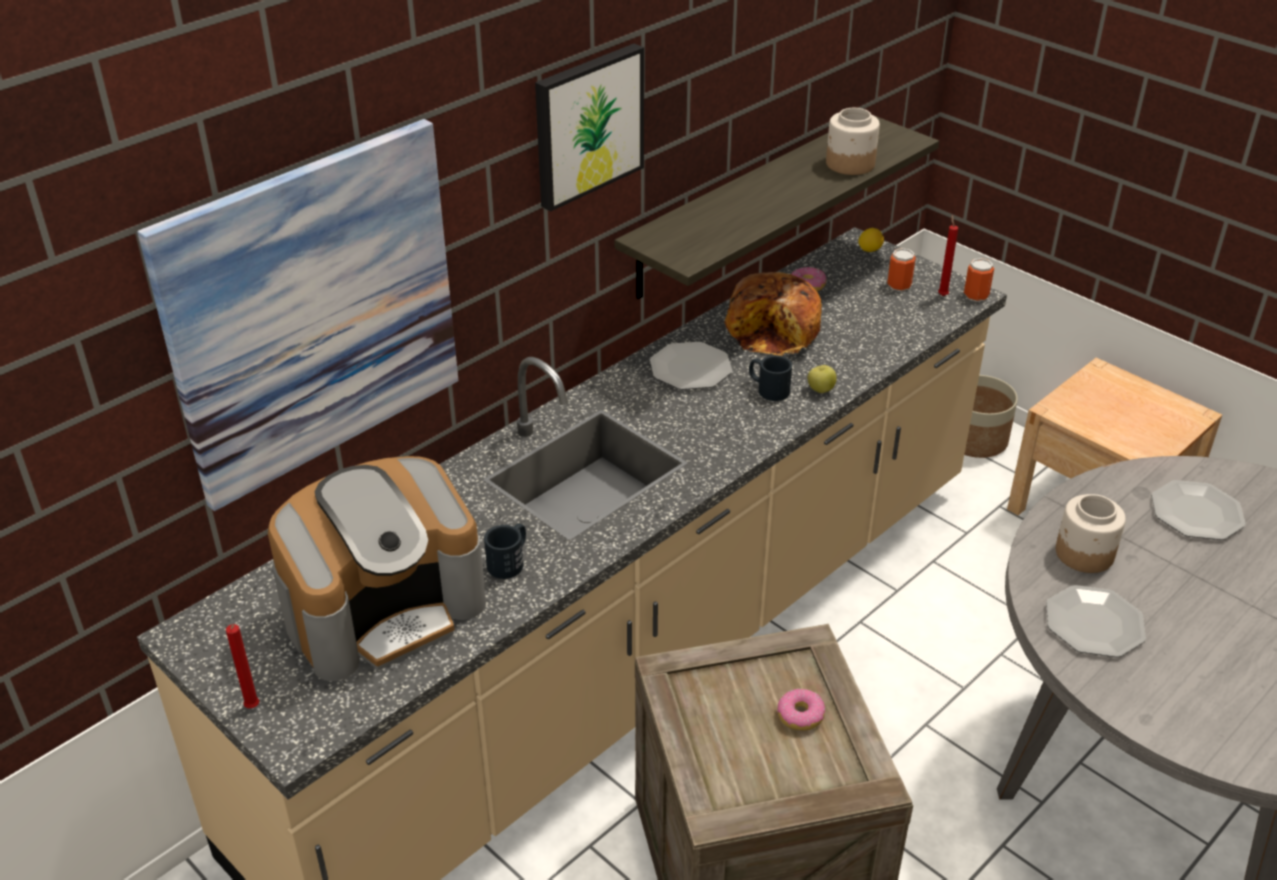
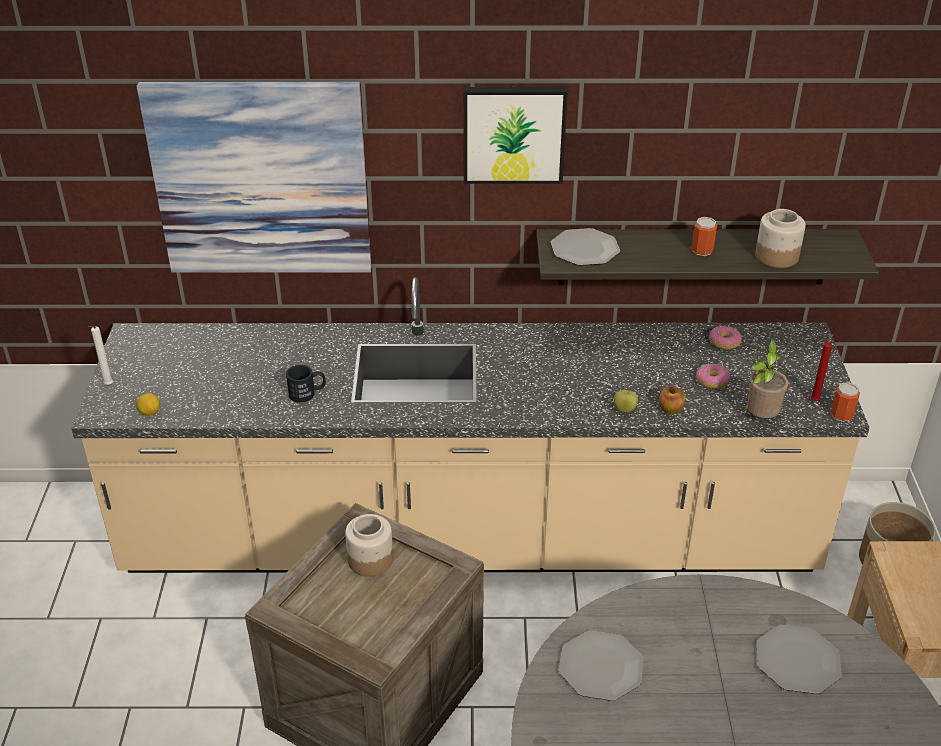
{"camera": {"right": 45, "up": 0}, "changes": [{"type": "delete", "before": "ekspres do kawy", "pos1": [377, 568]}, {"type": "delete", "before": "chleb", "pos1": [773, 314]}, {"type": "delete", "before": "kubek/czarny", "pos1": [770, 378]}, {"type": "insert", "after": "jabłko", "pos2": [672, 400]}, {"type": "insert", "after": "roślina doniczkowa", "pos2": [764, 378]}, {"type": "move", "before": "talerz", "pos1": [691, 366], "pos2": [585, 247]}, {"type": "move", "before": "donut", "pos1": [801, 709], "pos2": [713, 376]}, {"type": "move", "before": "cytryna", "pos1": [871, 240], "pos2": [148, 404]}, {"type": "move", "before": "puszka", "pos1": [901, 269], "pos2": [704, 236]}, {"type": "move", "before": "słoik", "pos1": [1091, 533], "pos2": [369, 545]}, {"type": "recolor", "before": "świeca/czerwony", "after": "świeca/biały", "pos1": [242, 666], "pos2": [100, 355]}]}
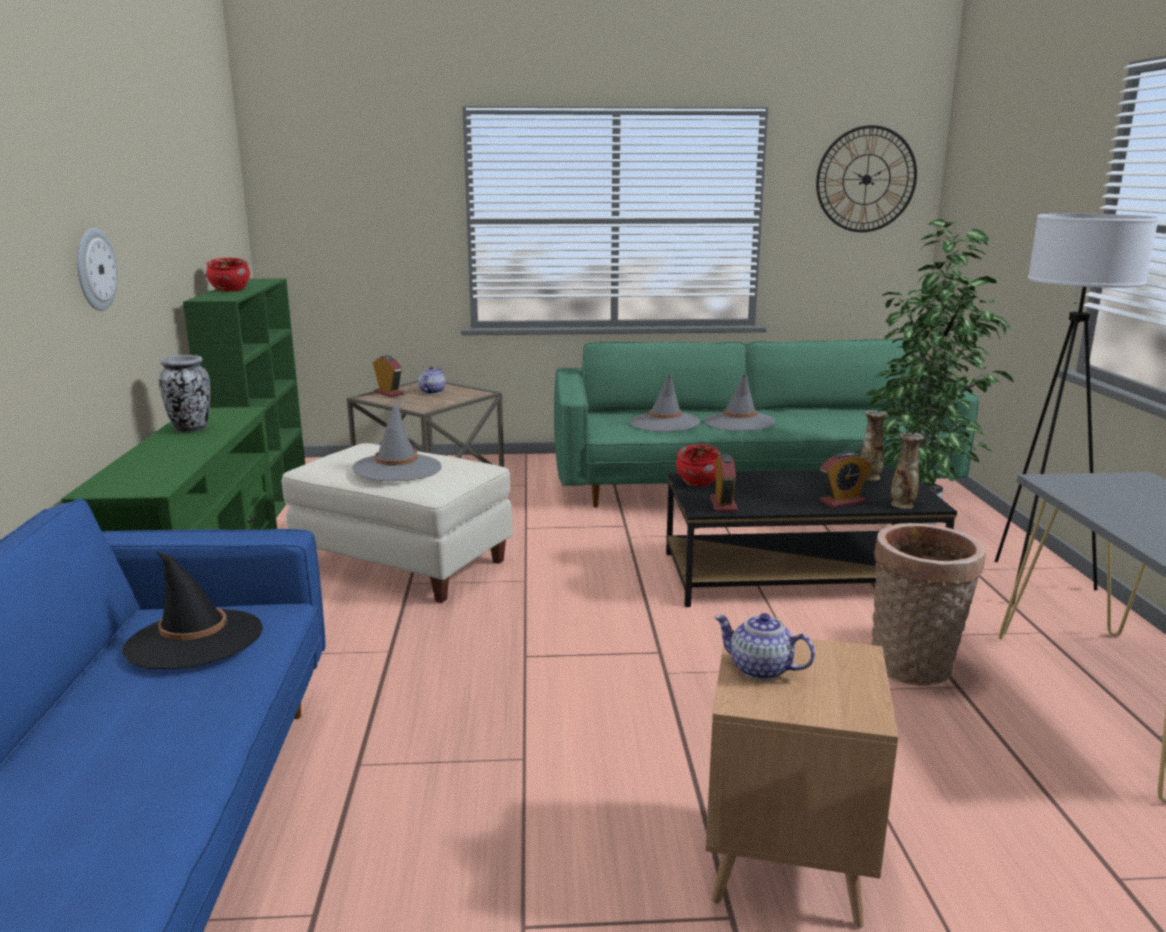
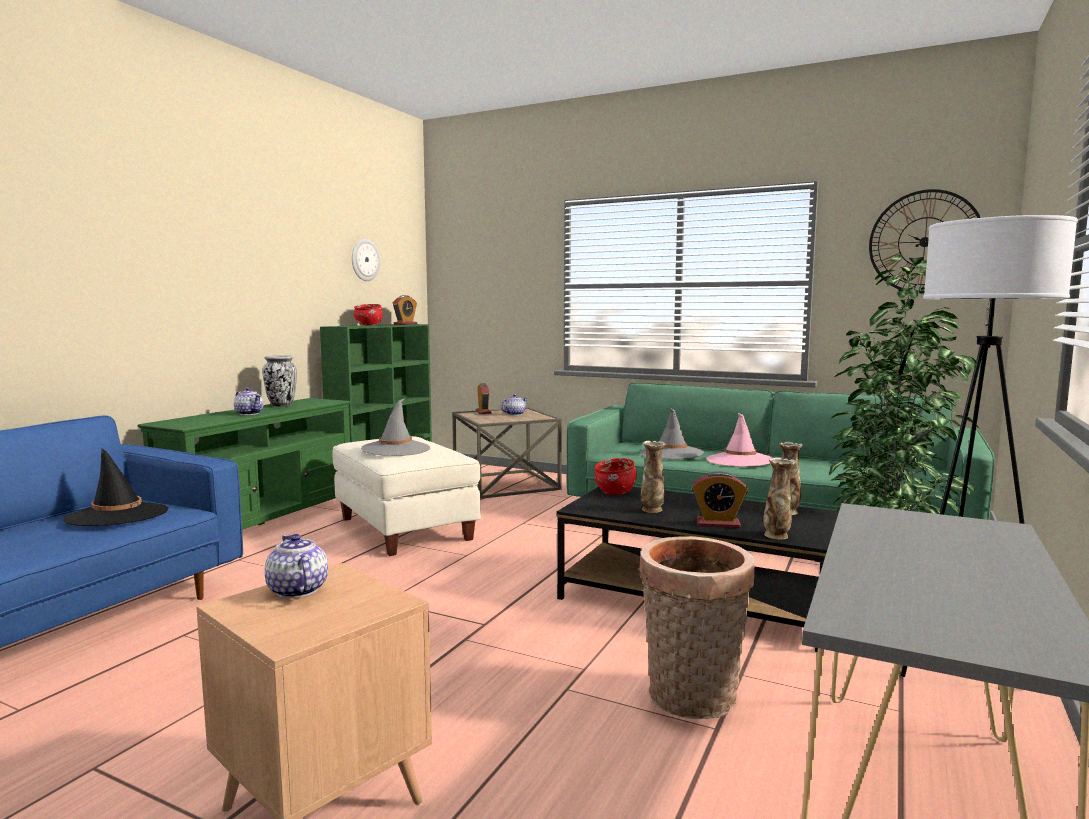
{"camera": {"right": 30, "up": -10}, "changes": [{"type": "insert", "after": "imbryk", "pos2": [248, 401]}, {"type": "insert", "after": "wazon", "pos2": [653, 477]}, {"type": "move", "before": "zegar ścienny", "pos1": [97, 269], "pos2": [366, 260]}, {"type": "move", "before": "budzik", "pos1": [724, 483], "pos2": [405, 310]}, {"type": "recolor", "before": "kapelusz/szary", "after": "kapelusz/różowy", "pos1": [740, 402], "pos2": [739, 440]}]}
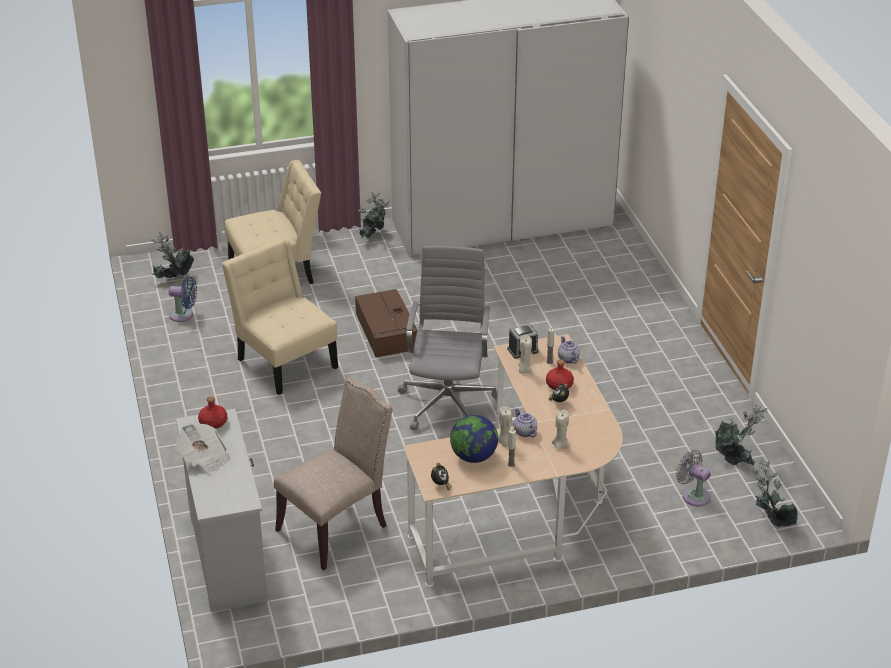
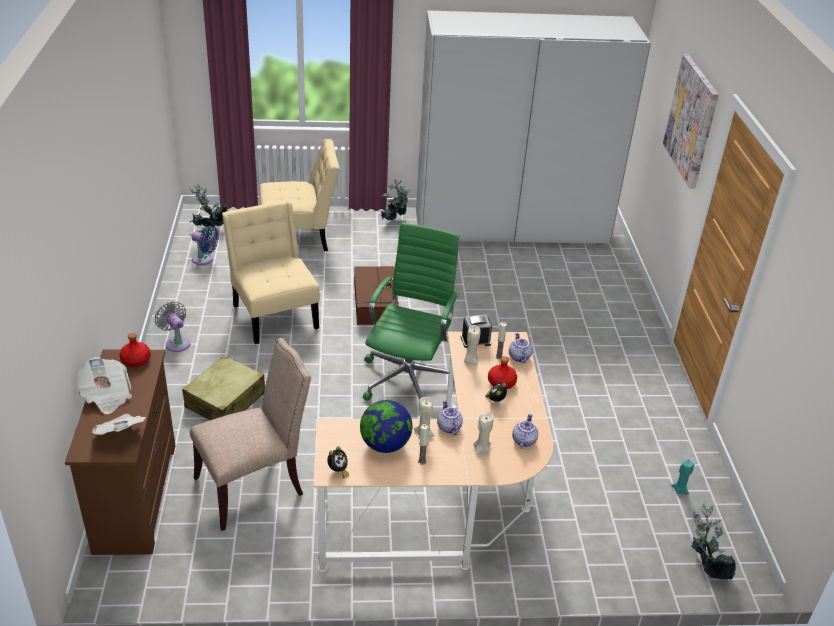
{"camera": {"right": 10, "up": 0}, "changes": [{"type": "insert", "after": "gazeta", "pos2": [119, 424]}, {"type": "insert", "after": "walizka/beżowy", "pos2": [223, 387]}, {"type": "insert", "after": "imbryk", "pos2": [525, 431]}, {"type": "insert", "after": "obraz", "pos2": [691, 121]}, {"type": "move", "before": "wentylator/szary", "pos1": [693, 478], "pos2": [173, 326]}, {"type": "replace", "before": "roślina doniczkowa", "after": "świeca/turkusowy", "pos1": [741, 435], "pos2": [682, 477]}, {"type": "recolor", "before": "komoda/biały", "after": "komoda/brązowy", "pos1": [222, 510], "pos2": [120, 452]}, {"type": "recolor", "before": "krzesło biurowe/szary", "after": "krzesło biurowe/zielony", "pos1": [448, 338], "pos2": [411, 312]}]}
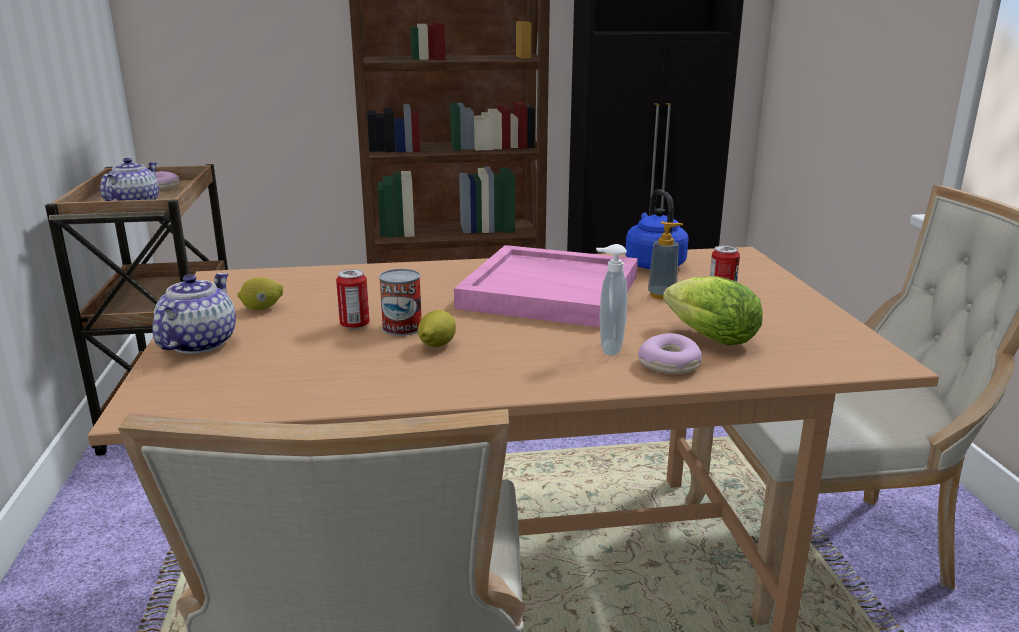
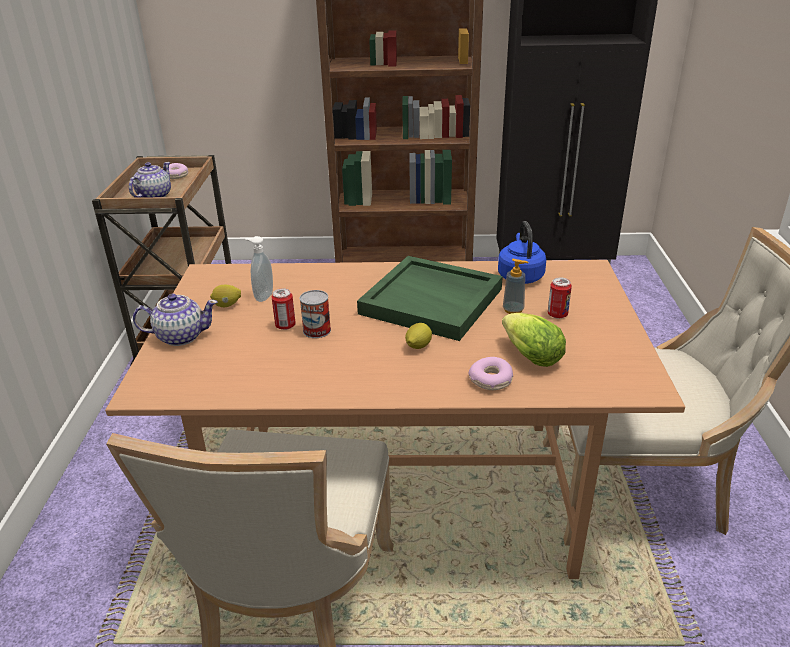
{"camera": {"right": 10, "up": 10}, "changes": [{"type": "move", "before": "cytryna", "pos1": [437, 328], "pos2": [418, 336]}, {"type": "move", "before": "dozownik mydła", "pos1": [611, 300], "pos2": [259, 269]}, {"type": "recolor", "before": "taca/różowy", "after": "taca/zielony", "pos1": [546, 286], "pos2": [430, 298]}, {"type": "rotate", "before": "imbryk", "pos1": [194, 313], "pos2": [175, 320], "turn": 60}]}
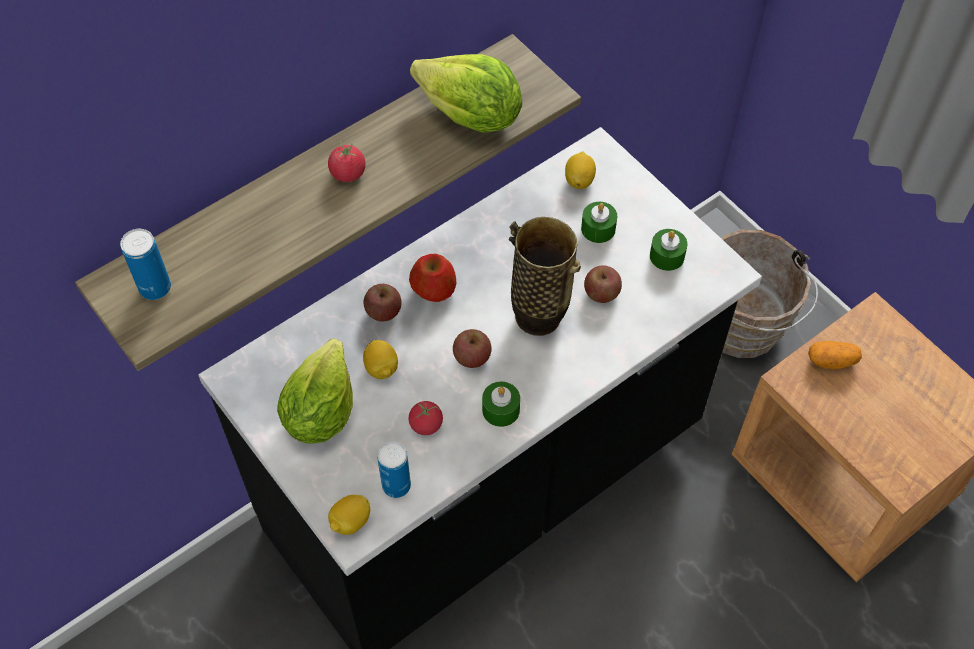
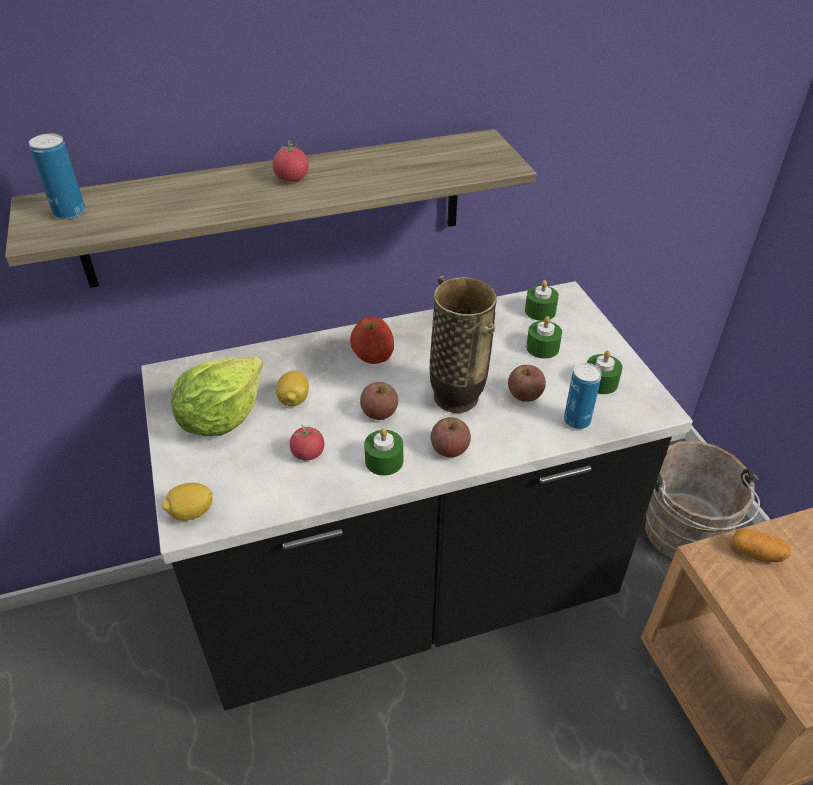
{"camera": {"right": 20, "up": -15}, "changes": [{"type": "delete", "before": "sałata", "pos1": [466, 93]}, {"type": "move", "before": "jabłko", "pos1": [383, 302], "pos2": [451, 437]}, {"type": "move", "before": "puszka", "pos1": [394, 469], "pos2": [583, 396]}, {"type": "replace", "before": "cytryna", "after": "świeca/zielony", "pos1": [580, 170], "pos2": [542, 300]}]}
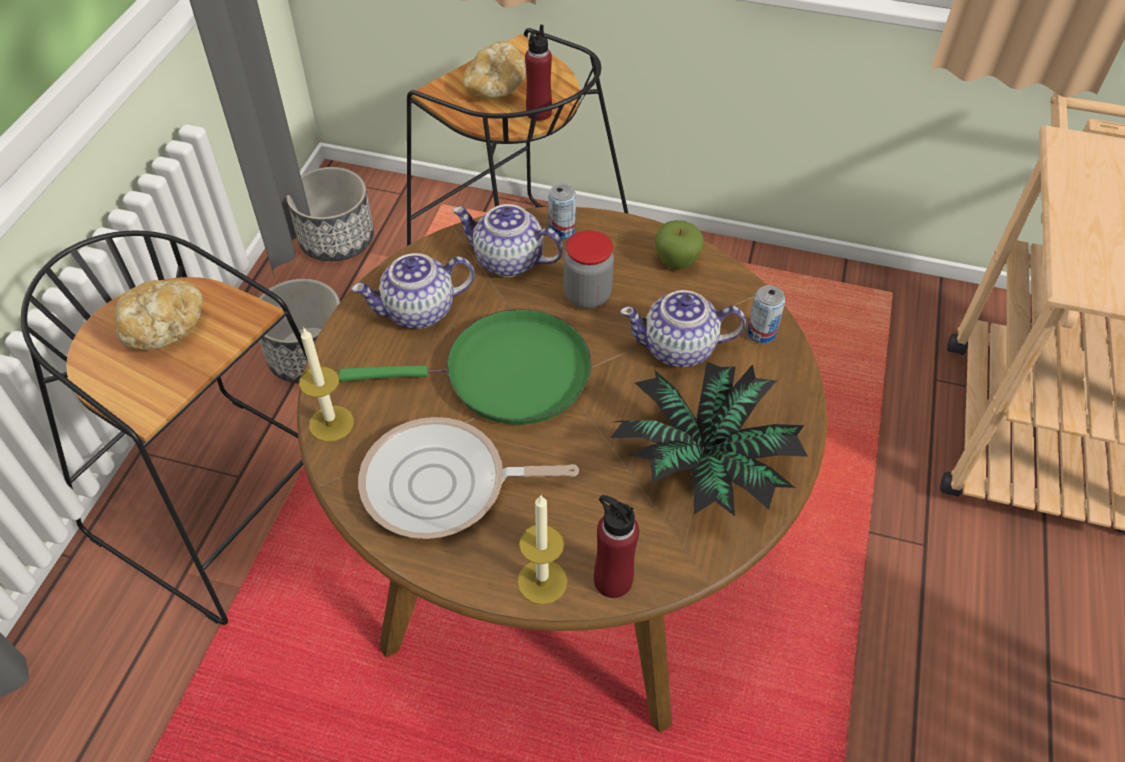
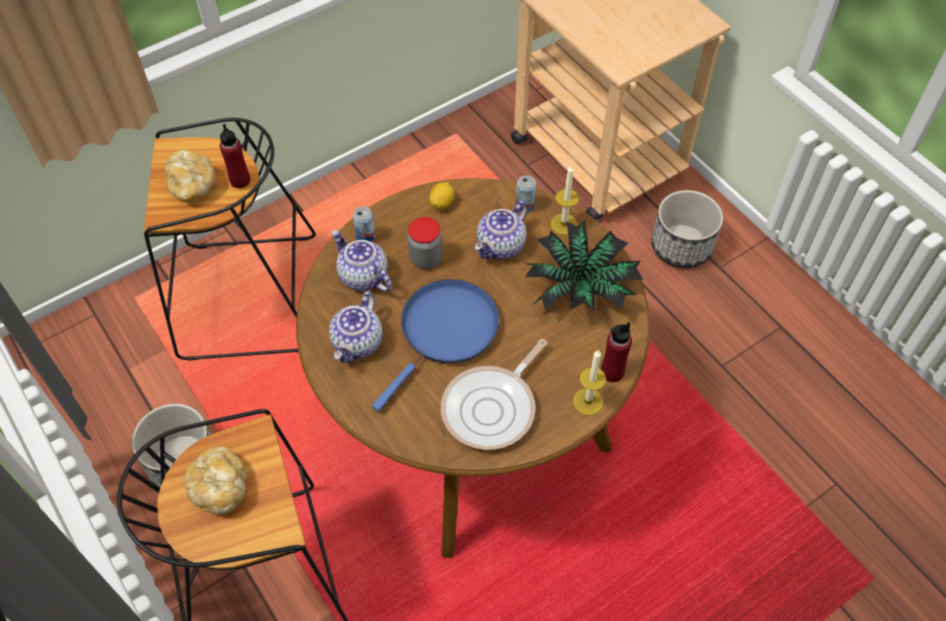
{"camera": {"right": -50, "up": 5}, "changes": [{"type": "move", "before": "donica", "pos1": [330, 214], "pos2": [687, 229]}, {"type": "move", "before": "świeca", "pos1": [326, 384], "pos2": [564, 200]}, {"type": "replace", "before": "jabłko", "after": "cytryna", "pos1": [679, 244], "pos2": [442, 196]}, {"type": "recolor", "before": "patelnia/zielony", "after": "patelnia/niebieski", "pos1": [465, 367], "pos2": [435, 345]}, {"type": "rotate", "before": "imbryk", "pos1": [508, 240], "pos2": [362, 261], "turn": 75}]}
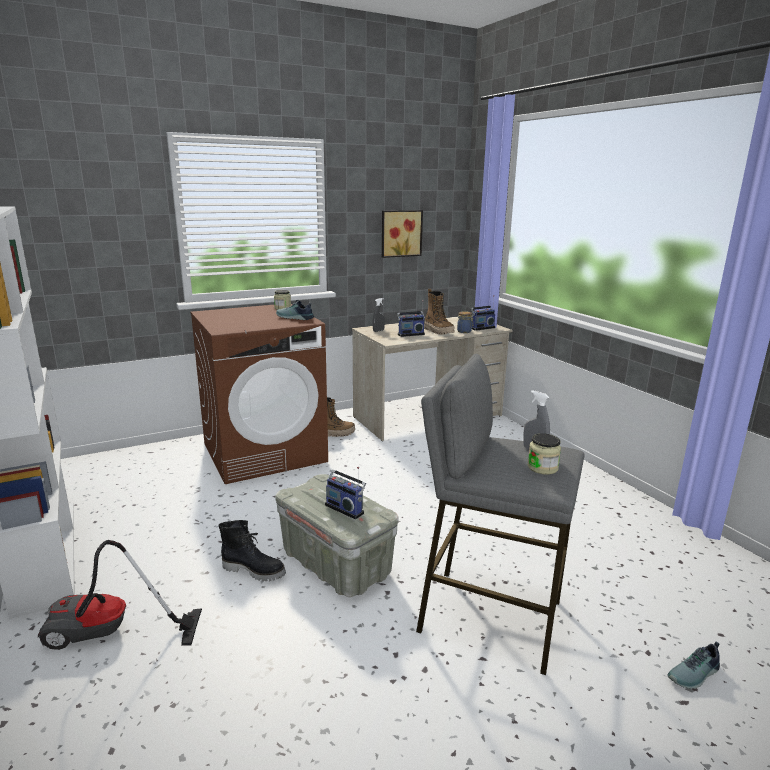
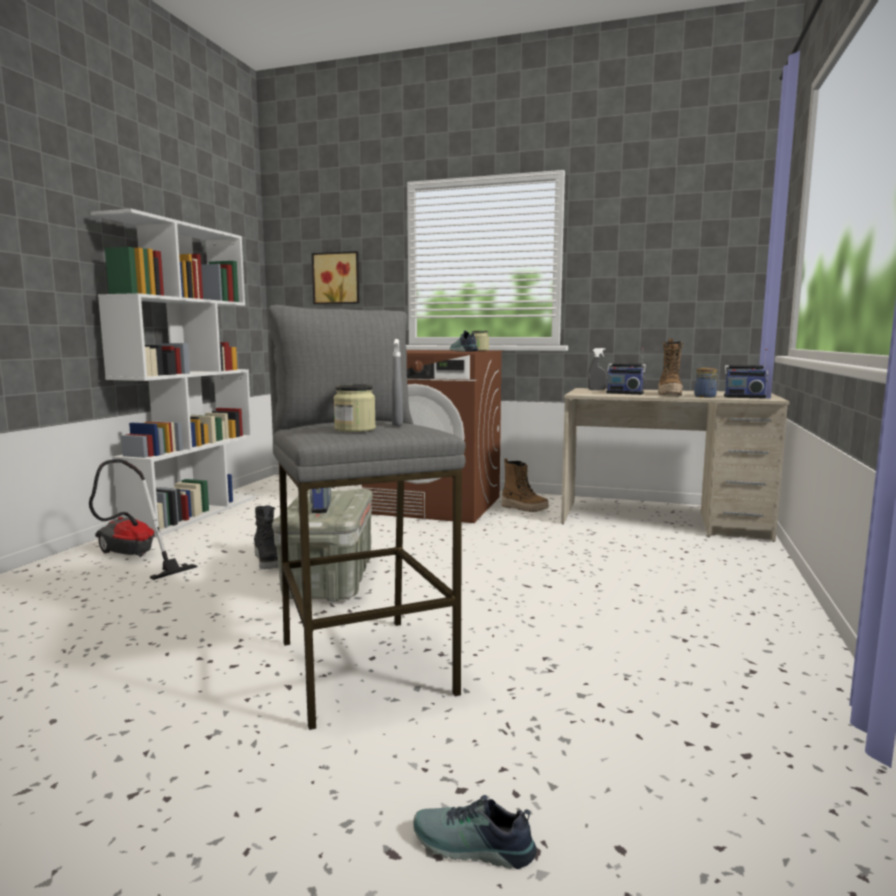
{"camera": {"right": 45, "up": -10}, "changes": [{"type": "move", "before": "obraz", "pos1": [402, 234], "pos2": [336, 277]}]}
